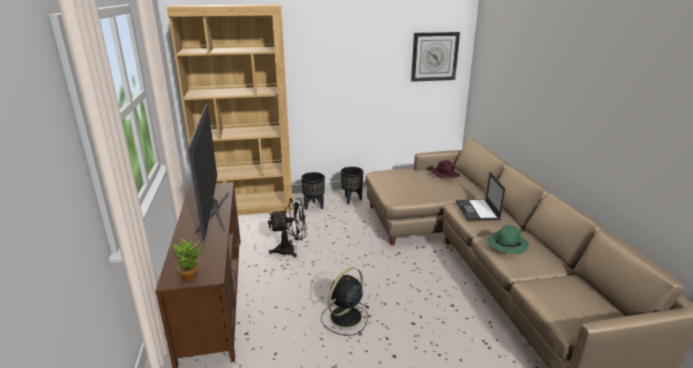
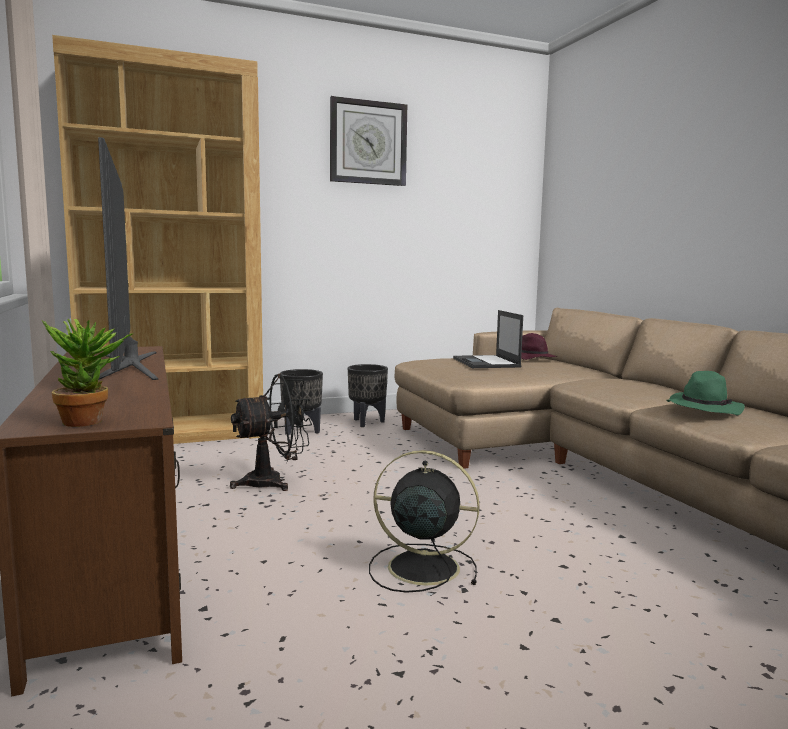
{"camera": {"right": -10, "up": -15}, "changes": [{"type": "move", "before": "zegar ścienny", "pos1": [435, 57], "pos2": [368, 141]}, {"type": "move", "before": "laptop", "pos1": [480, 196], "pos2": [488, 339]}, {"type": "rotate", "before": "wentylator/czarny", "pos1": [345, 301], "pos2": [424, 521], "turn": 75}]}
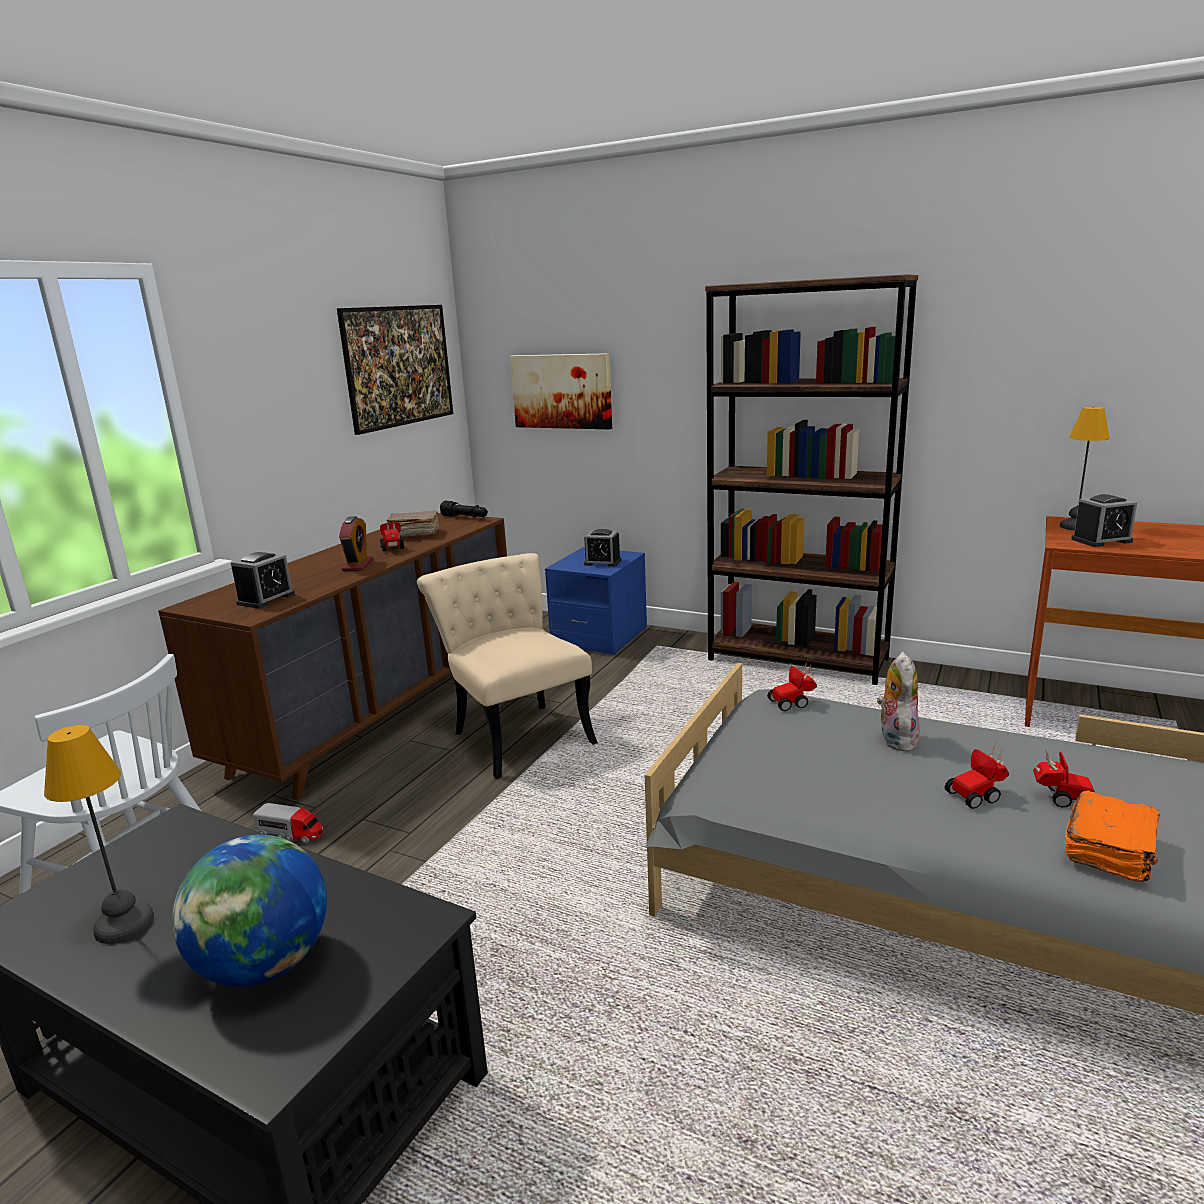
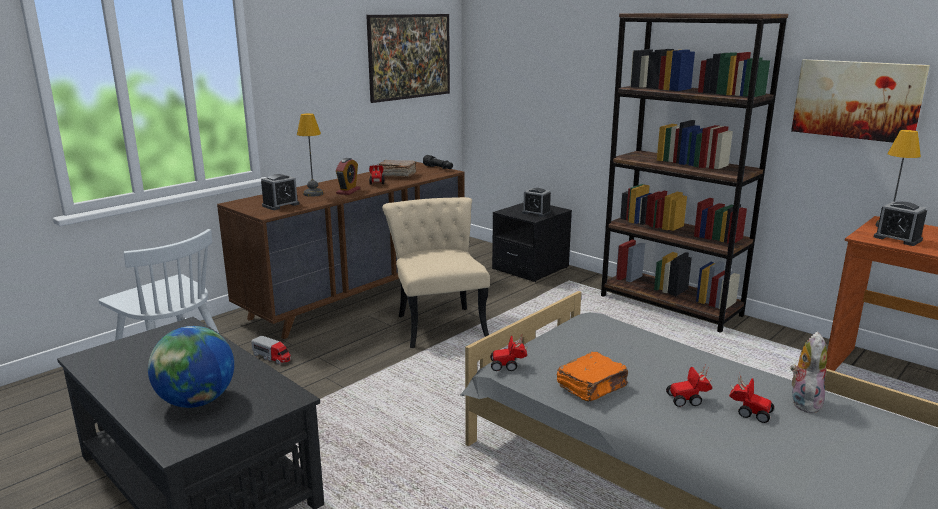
{"camera": {"right": 15, "up": 0}, "changes": [{"type": "move", "before": "lampa stołowa", "pos1": [99, 834], "pos2": [310, 155]}, {"type": "move", "before": "obraz", "pos1": [561, 391], "pos2": [860, 101]}, {"type": "move", "before": "samochodzik", "pos1": [792, 686], "pos2": [509, 352]}, {"type": "move", "before": "pluszak", "pos1": [898, 702], "pos2": [808, 372]}, {"type": "move", "before": "książka/pomarańczowy", "pos1": [1112, 836], "pos2": [592, 376]}, {"type": "recolor", "before": "szafka nocna/niebieski", "after": "szafka nocna/czarny", "pos1": [596, 601], "pos2": [532, 242]}, {"type": "rotate", "before": "budzik", "pos1": [1104, 520], "pos2": [900, 224], "turn": 45}]}
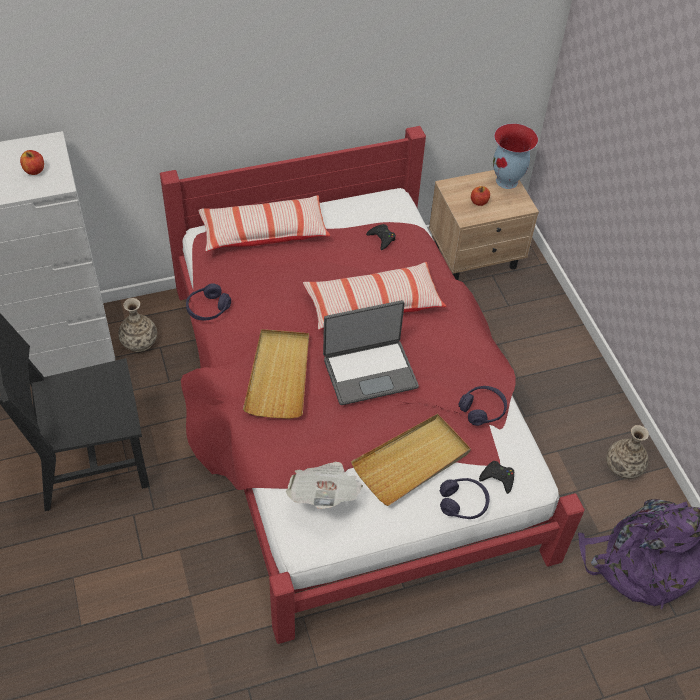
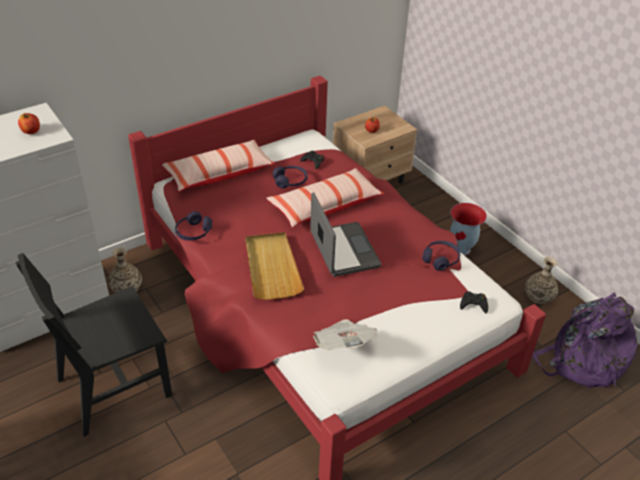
{"camera": {"right": -15, "up": -10}, "changes": [{"type": "delete", "before": "taca/beżowy", "pos1": [411, 460]}, {"type": "move", "before": "słuchawki/fioletowy", "pos1": [465, 498], "pos2": [290, 177]}, {"type": "move", "before": "wazon", "pos1": [515, 156], "pos2": [468, 229]}, {"type": "rotate", "before": "laptop", "pos1": [371, 352], "pos2": [345, 234], "turn": -75}]}
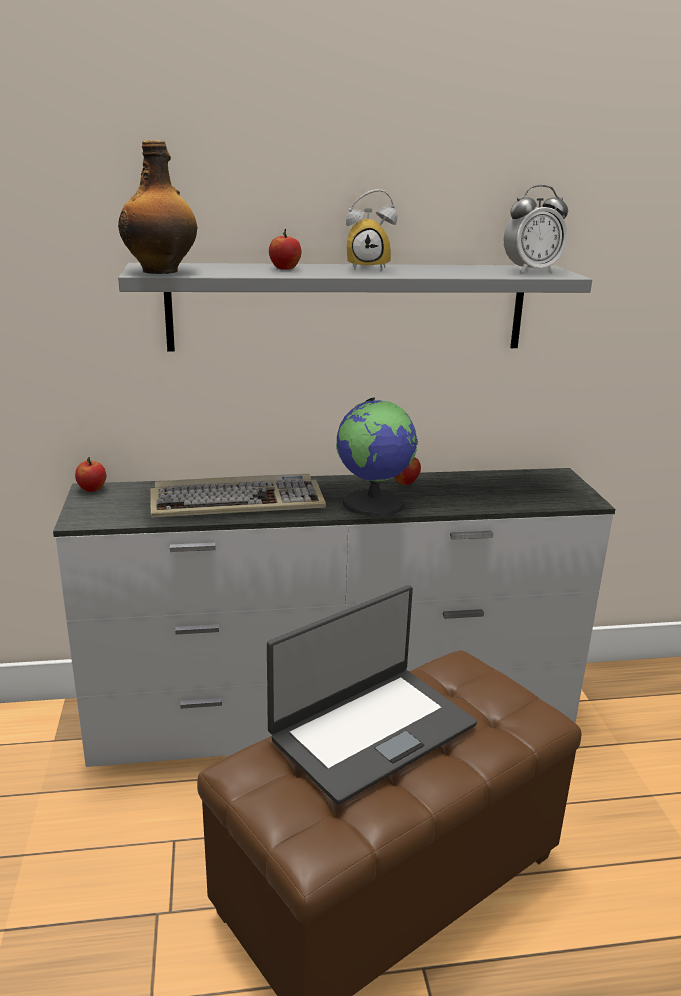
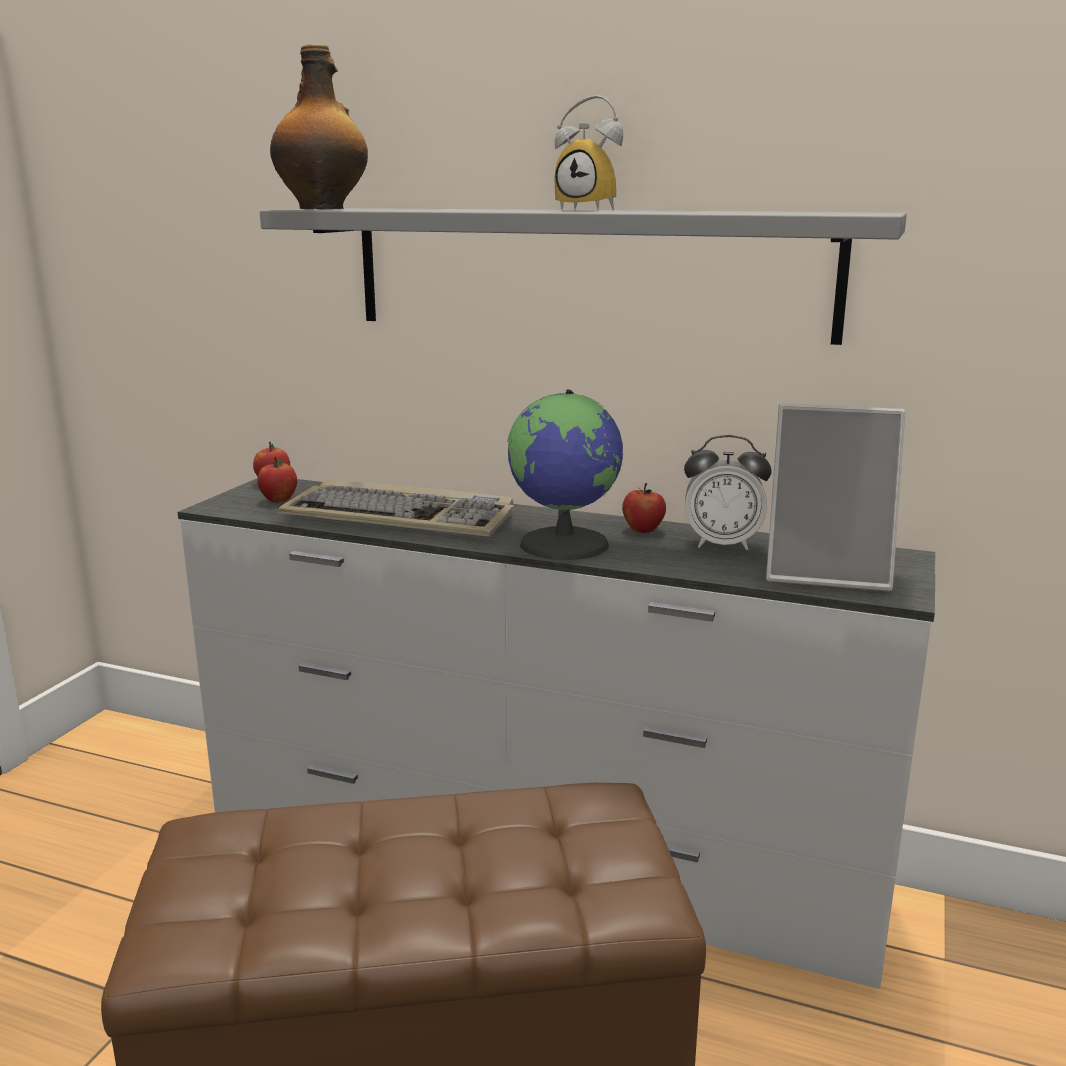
{"camera": {"right": 30, "up": -5}, "changes": [{"type": "delete", "before": "laptop", "pos1": [372, 694]}, {"type": "insert", "after": "ramka na zdjęcie", "pos2": [835, 497]}, {"type": "move", "before": "jabłko", "pos1": [285, 249], "pos2": [277, 479]}, {"type": "move", "before": "budzik", "pos1": [535, 229], "pos2": [728, 492]}]}
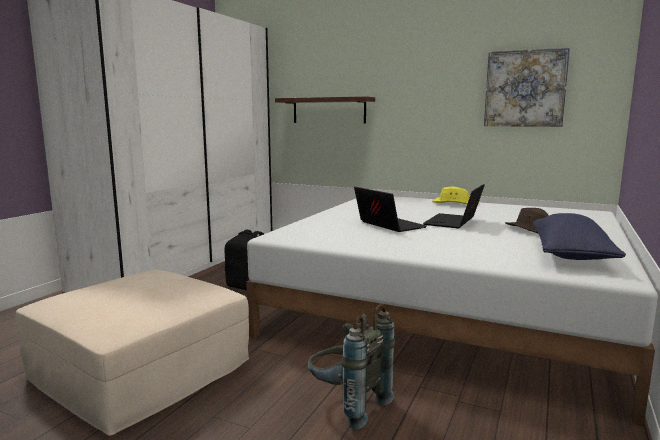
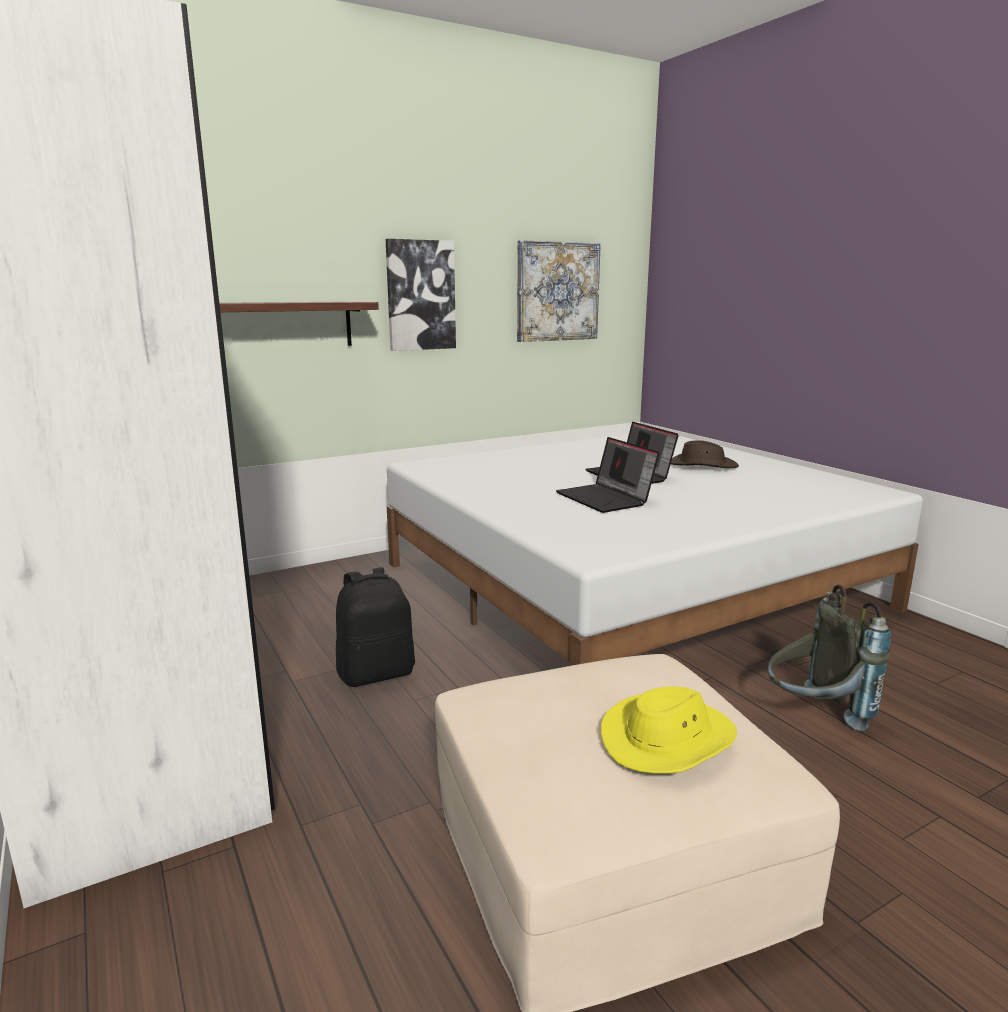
{"camera": {"right": -55, "up": 5}, "changes": [{"type": "delete", "before": "poduszka/niebieski", "pos1": [579, 236]}, {"type": "insert", "after": "obraz", "pos2": [421, 295]}, {"type": "move", "before": "kapelusz/żółty", "pos1": [455, 195], "pos2": [669, 730]}, {"type": "rotate", "before": "laptop", "pos1": [390, 209], "pos2": [608, 475], "turn": -120}]}
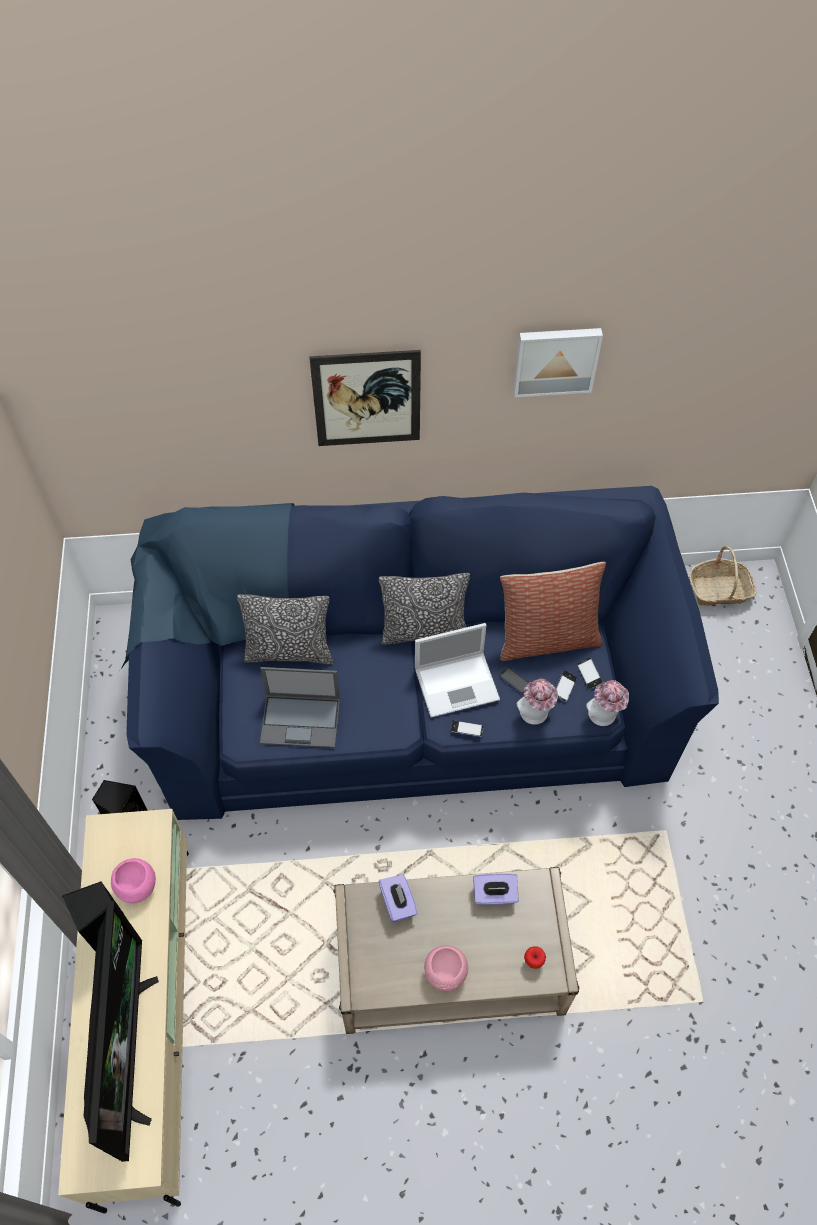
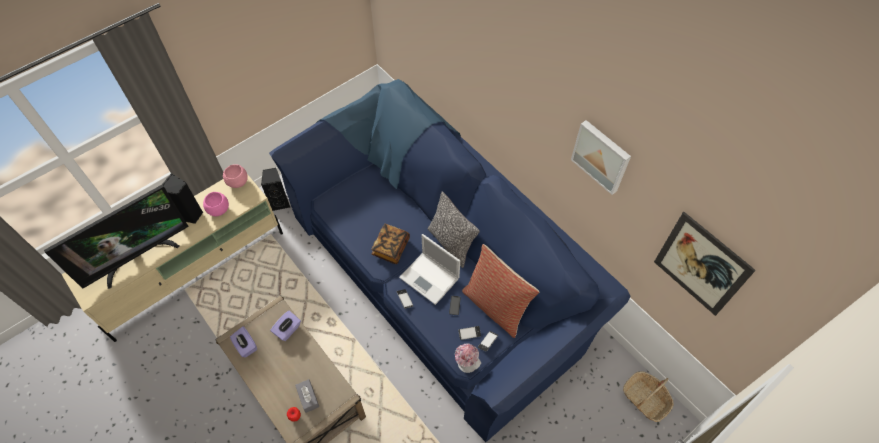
{"camera": {"right": 55, "up": 0}, "changes": [{"type": "delete", "before": "poduszka", "pos1": [285, 629]}, {"type": "delete", "before": "laptop", "pos1": [300, 707]}, {"type": "delete", "before": "kapelusz", "pos1": [537, 702]}, {"type": "insert", "after": "pudełko chusteczek/szary", "pos2": [307, 396]}, {"type": "insert", "after": "książka", "pos2": [390, 244]}, {"type": "move", "before": "obraz", "pos1": [365, 398], "pos2": [705, 264]}, {"type": "move", "before": "miska/różowy", "pos1": [446, 968], "pos2": [235, 176]}, {"type": "move", "before": "pudełko chusteczek/fioletowy", "pos1": [496, 889], "pos2": [243, 341]}]}
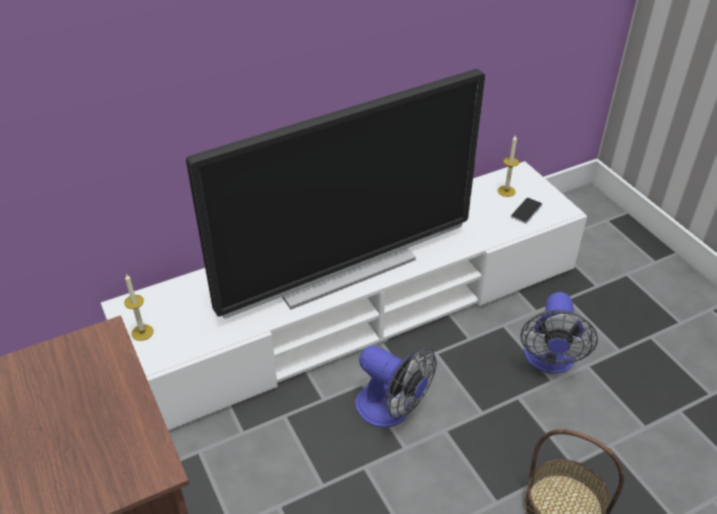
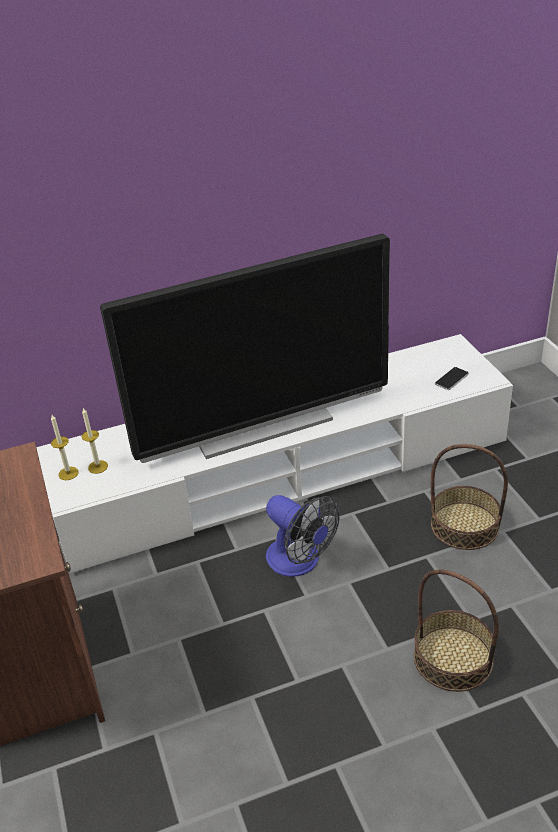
{"camera": {"right": 10, "up": -5}, "changes": [{"type": "move", "before": "świeca", "pos1": [508, 166], "pos2": [95, 441]}, {"type": "replace", "before": "wentylator", "after": "koszyk", "pos1": [559, 333], "pos2": [469, 497]}]}
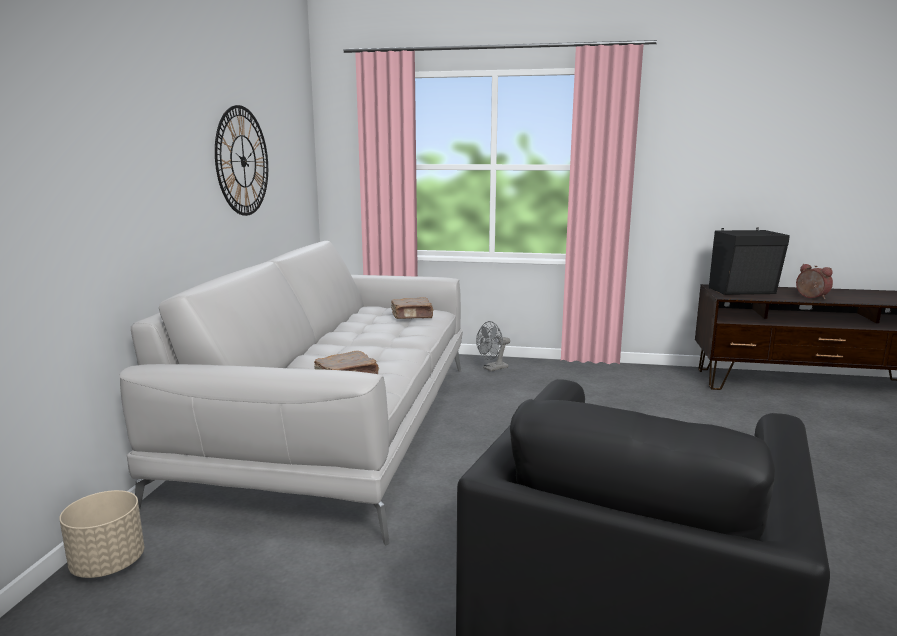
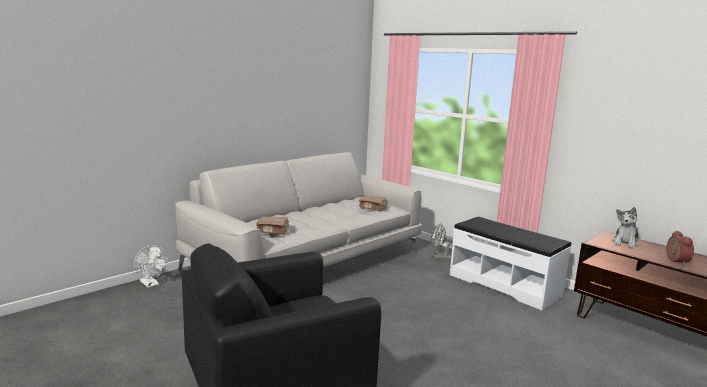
{"camera": {"right": 35, "up": 0}, "changes": [{"type": "delete", "before": "zegar ścienny", "pos1": [241, 160]}, {"type": "insert", "after": "ławka/biały", "pos2": [510, 263]}, {"type": "replace", "before": "donica/beżowy", "after": "wentylator/biały", "pos1": [101, 534], "pos2": [150, 266]}, {"type": "replace", "before": "głośnik/czarny", "after": "pluszak", "pos1": [749, 261], "pos2": [625, 228]}]}
